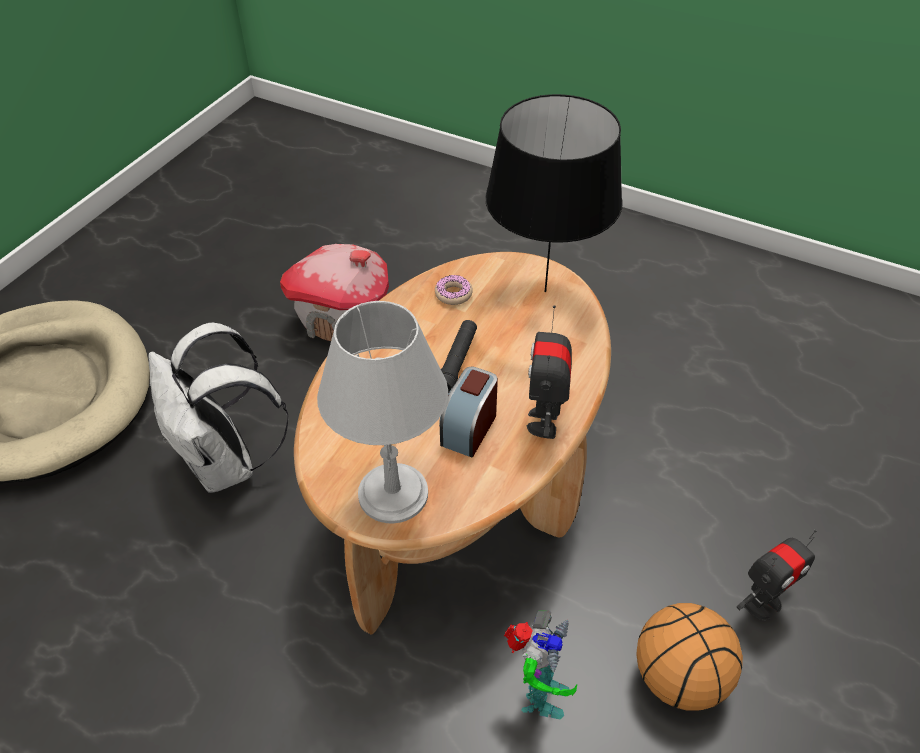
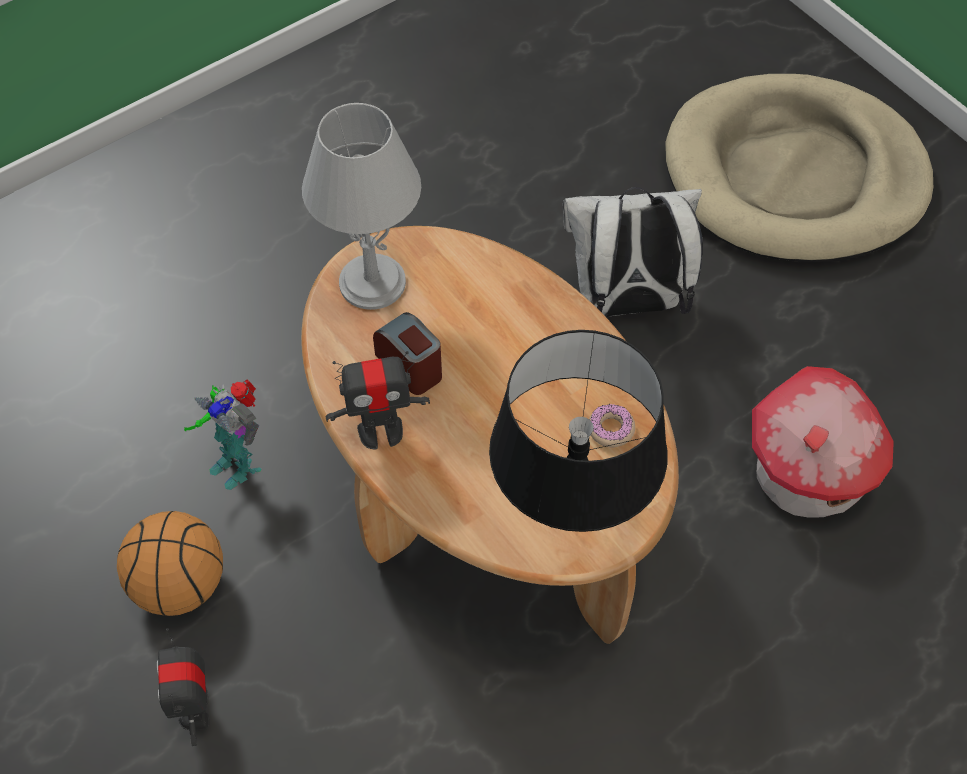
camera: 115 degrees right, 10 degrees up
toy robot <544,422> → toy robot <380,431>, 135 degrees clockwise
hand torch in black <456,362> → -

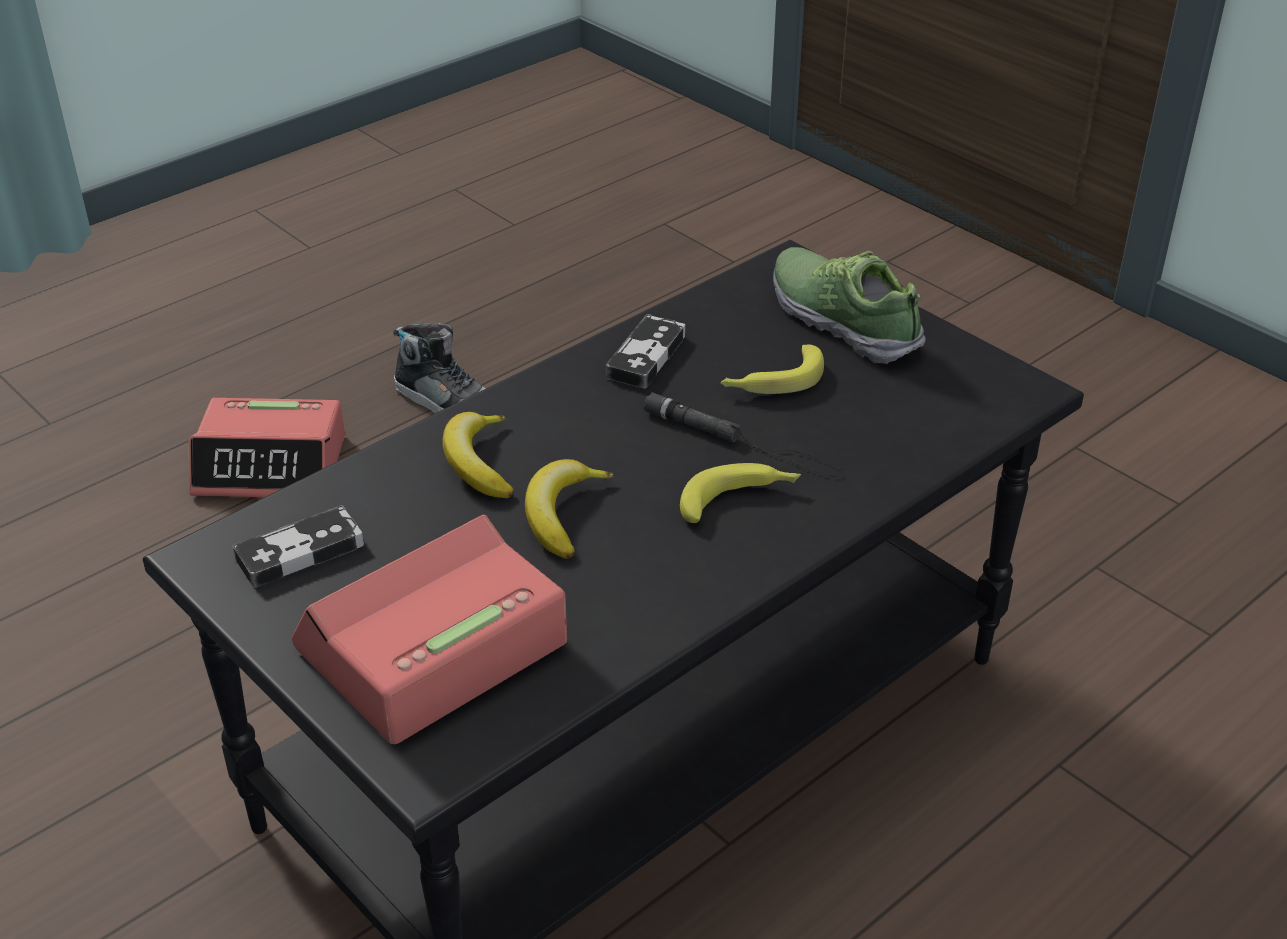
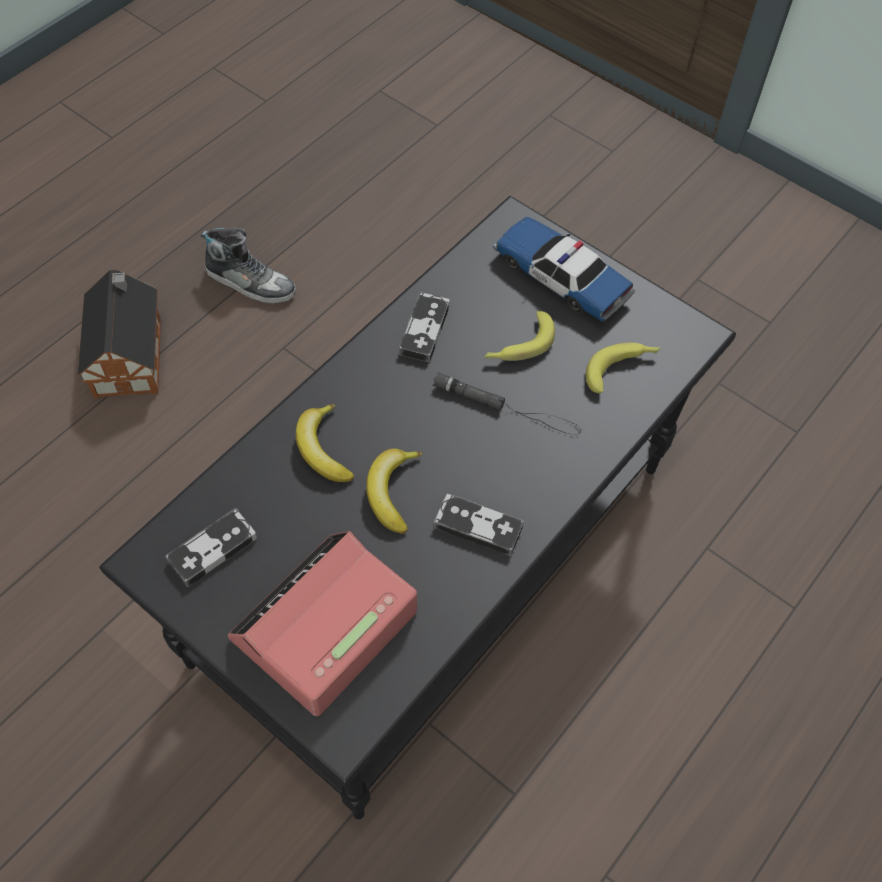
camera: 10 degrees left, 20 degrees up
item of footwear <843,320> → toy car <561,277>
alarm clock <271,465> → miniature house <129,353>
banana fruit <739,500> → banana fruit <621,368>, moved
- → gamepad <478,527>

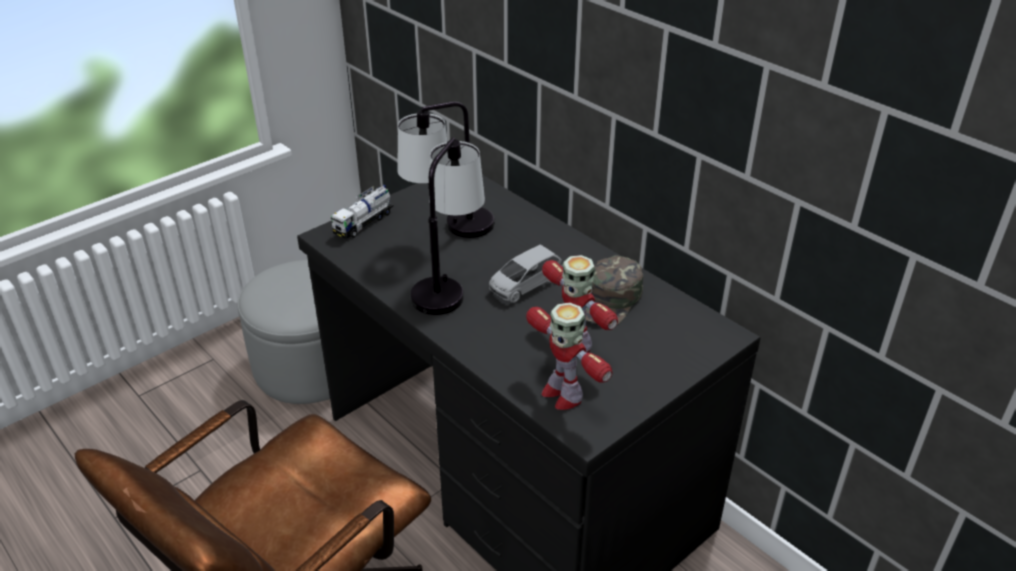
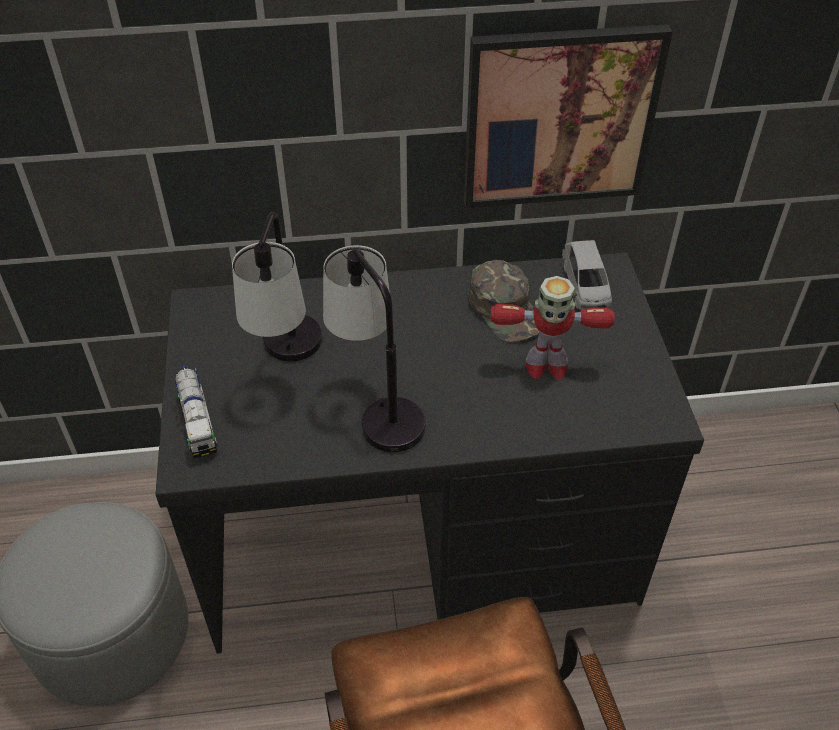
camera: 55 degrees left, 10 degrees up
toy car in grey <525,285> → toy car in grey <585,286>, moved
toy robot <562,394> → -
- → wall picture <559,117>

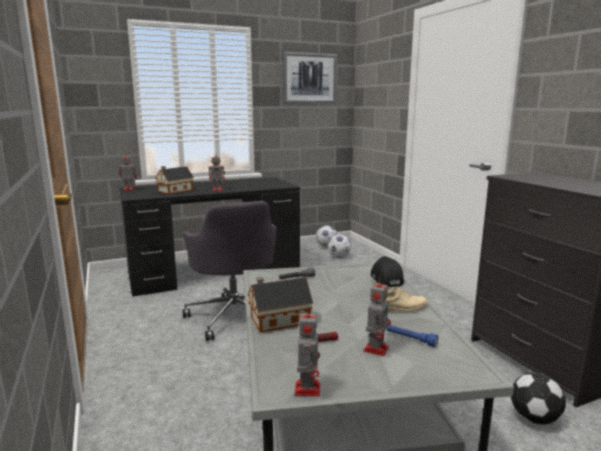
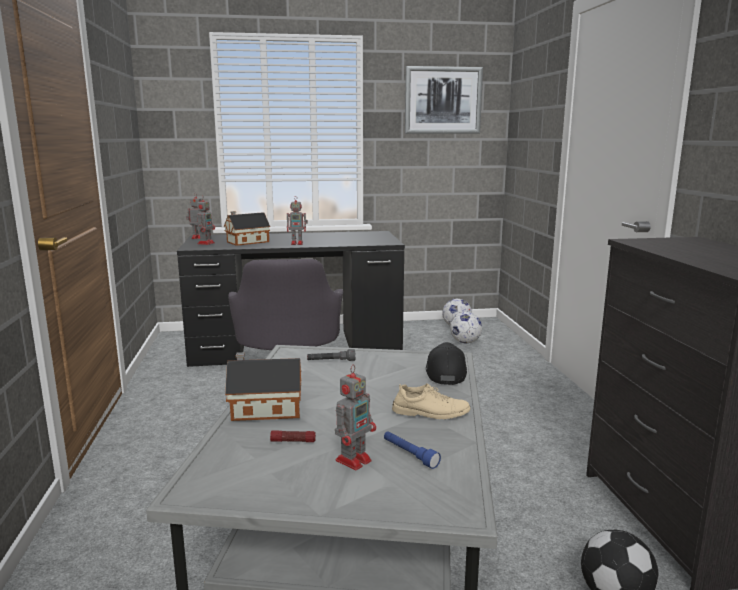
camera: 15 degrees right, 0 degrees up
toy robot <307,388> → toy robot <206,243>, moved

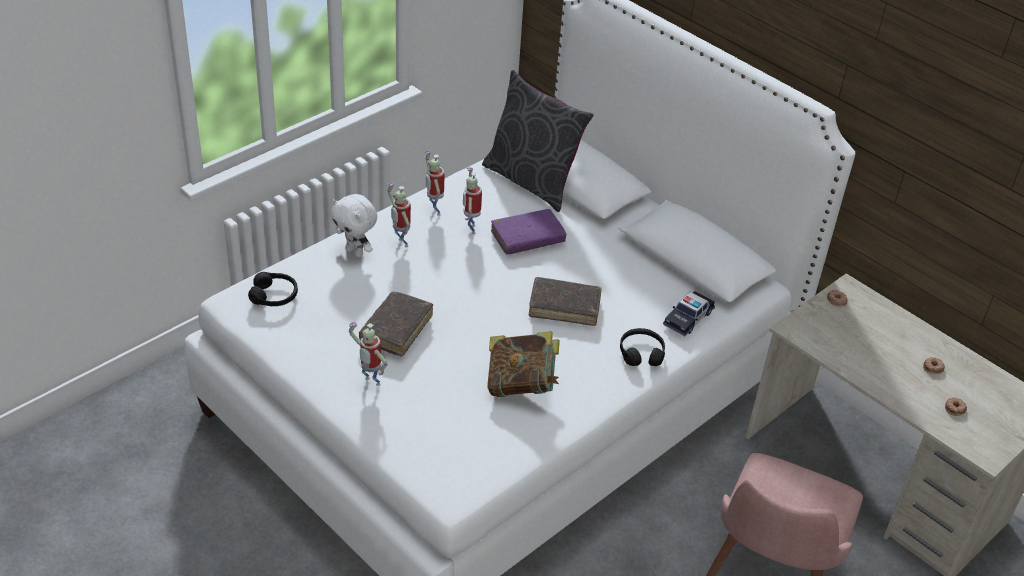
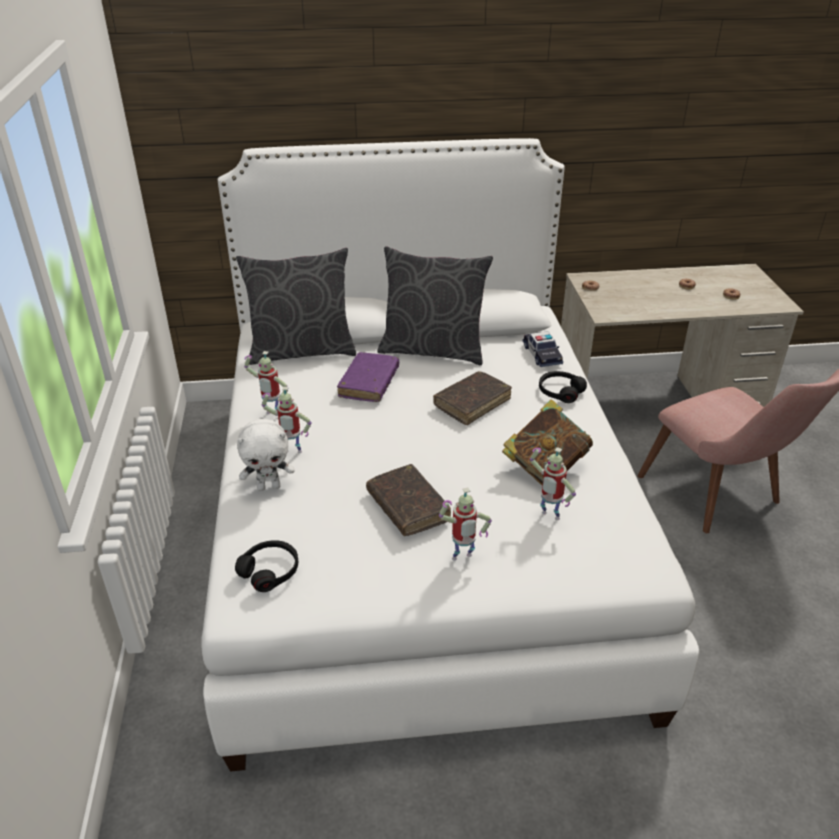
camera: 50 degrees left, 5 degrees down
toy robot <470,229> → toy robot <548,517>, moved
- → throw pillow in grey <433,350>

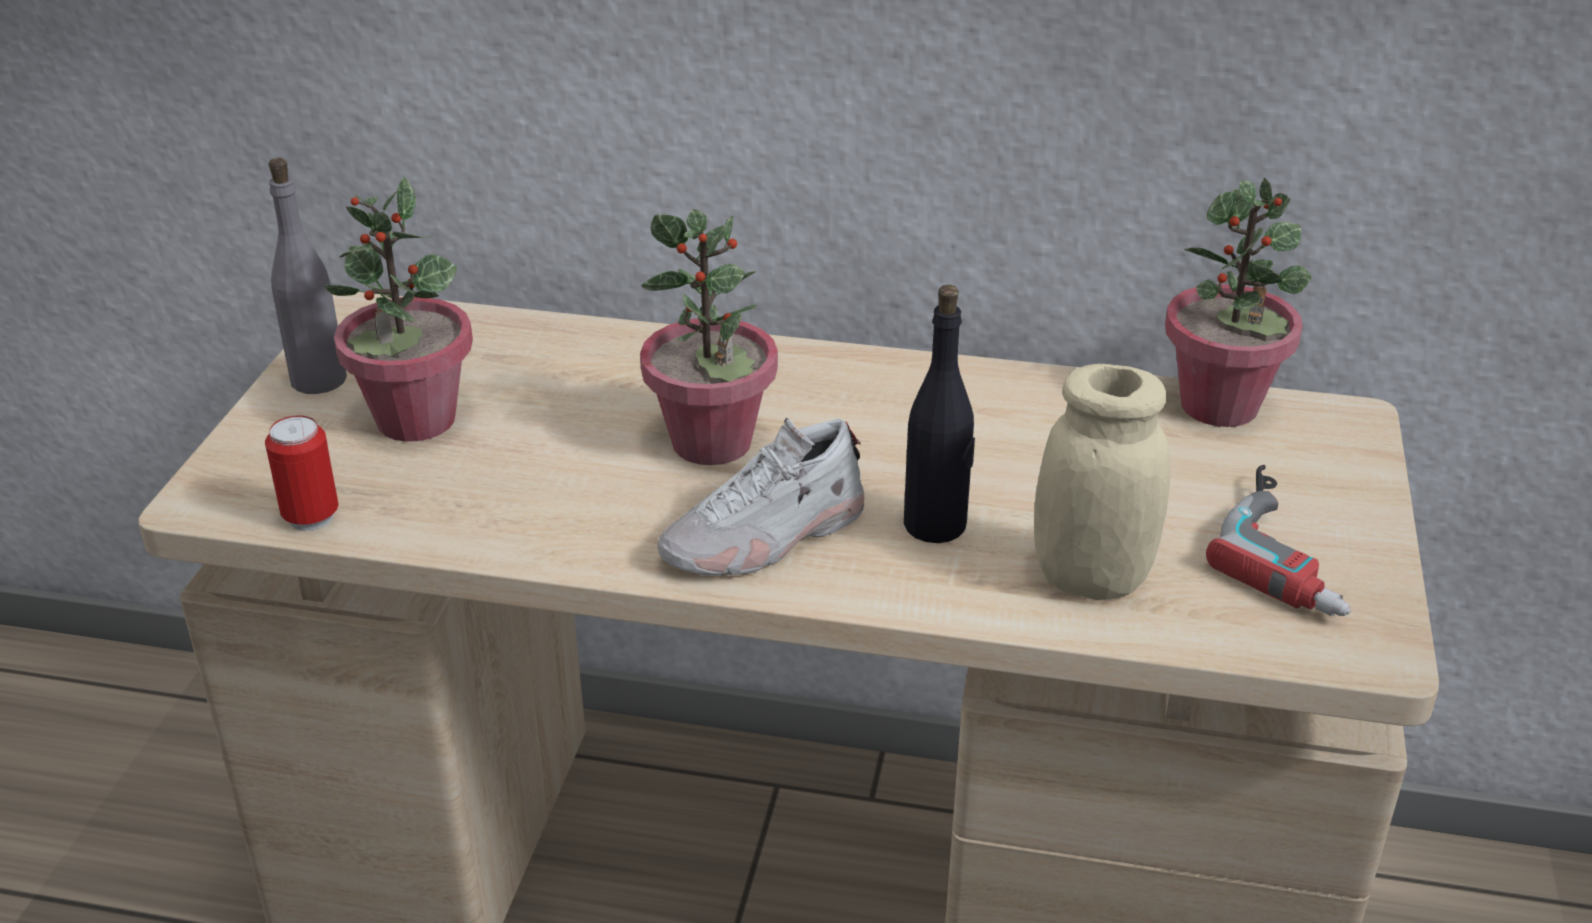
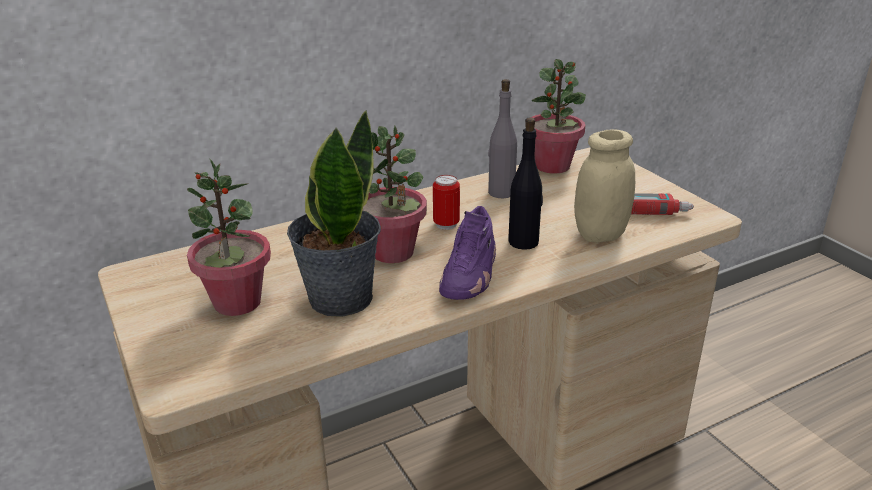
camera: 40 degrees left, 5 degrees down
drink bottle in grey <319,379> → drink bottle in grey <501,192>, moved
sealed can <311,517> → sealed can <446,224>, moved
item of footwear in white-coloured <765,538> → item of footwear in purplish <470,275>
- → plant in a pot <339,298>

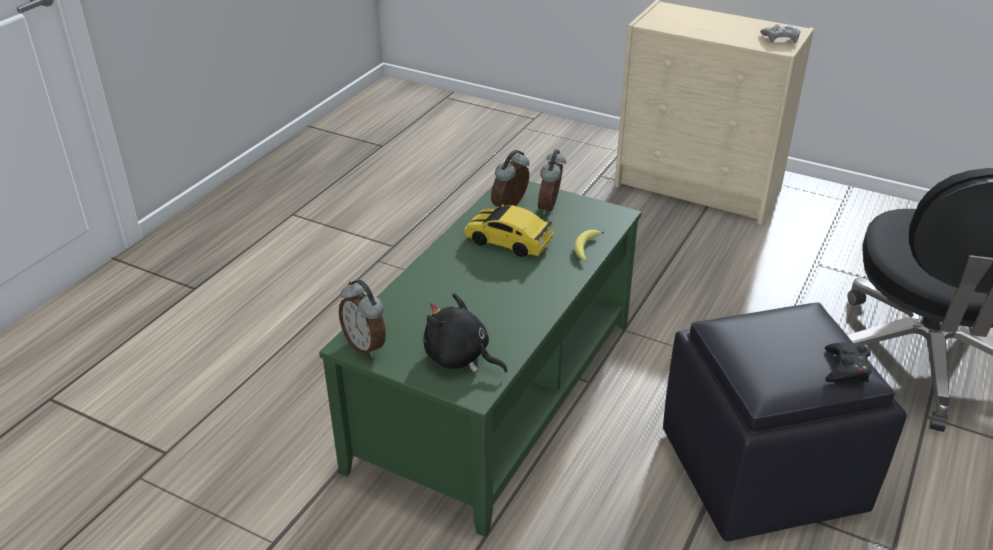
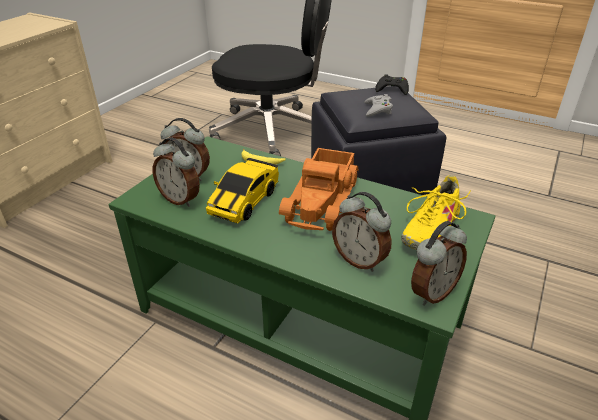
camera: 90 degrees left, 0 degrees up
gamepad in grey <781,38> → gamepad in grey <377,110>, moved
soft toy in black <460,358> → item of footwear in yellow <430,228>
- → toy lorry <323,200>
- → alarm clock <360,260>

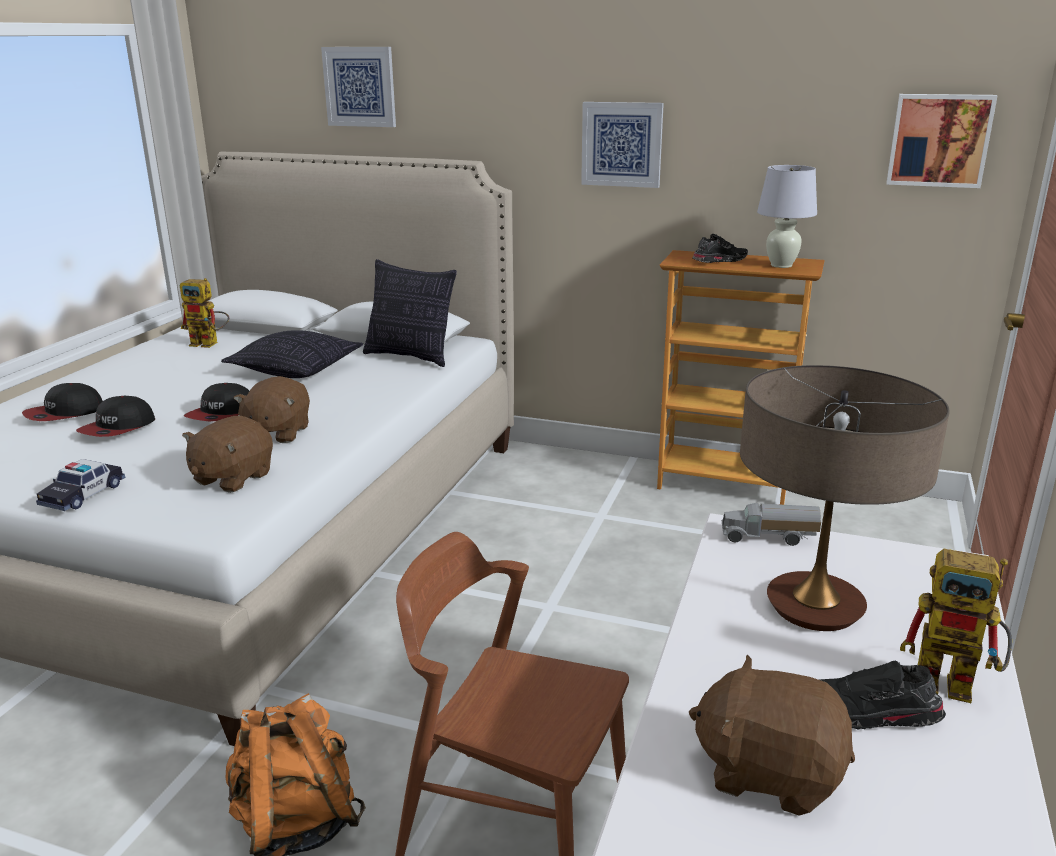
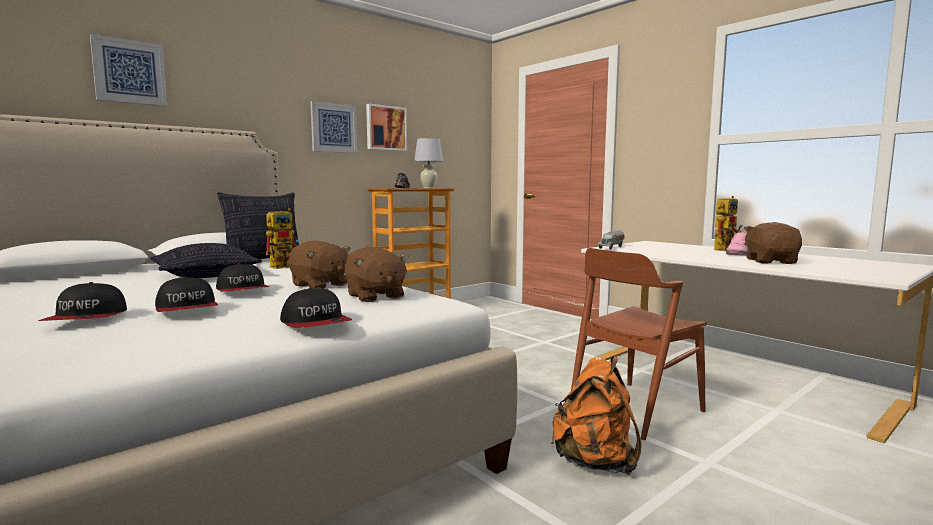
camera: 60 degrees left, 15 degrees down
wall picture <939,140> → wall picture <385,128>, moved
toy robot <210,344> → toy robot <285,266>, moved
tabletop lamp <815,607> → -
toy car <83,495> → peaked cap <316,323>
soft toy in brown-coloured <769,771> → soft toy in brown-coloured <771,261>, 135 degrees clockwise
item of footwear in black <870,714> → item of footwear in pink-coloured <739,254>

